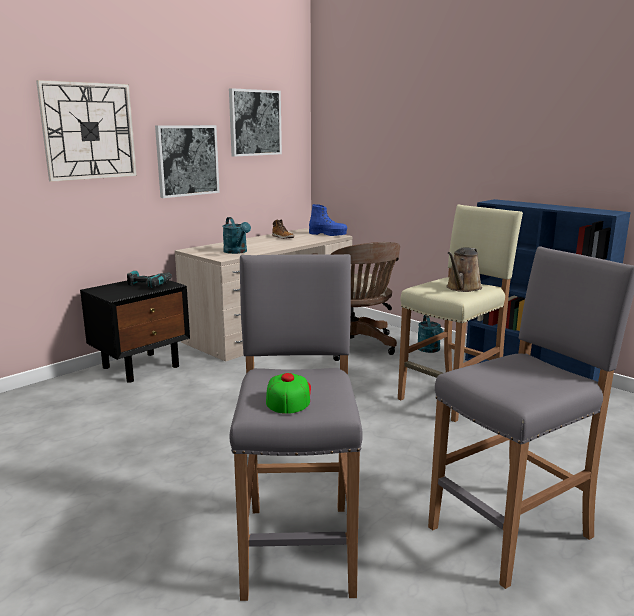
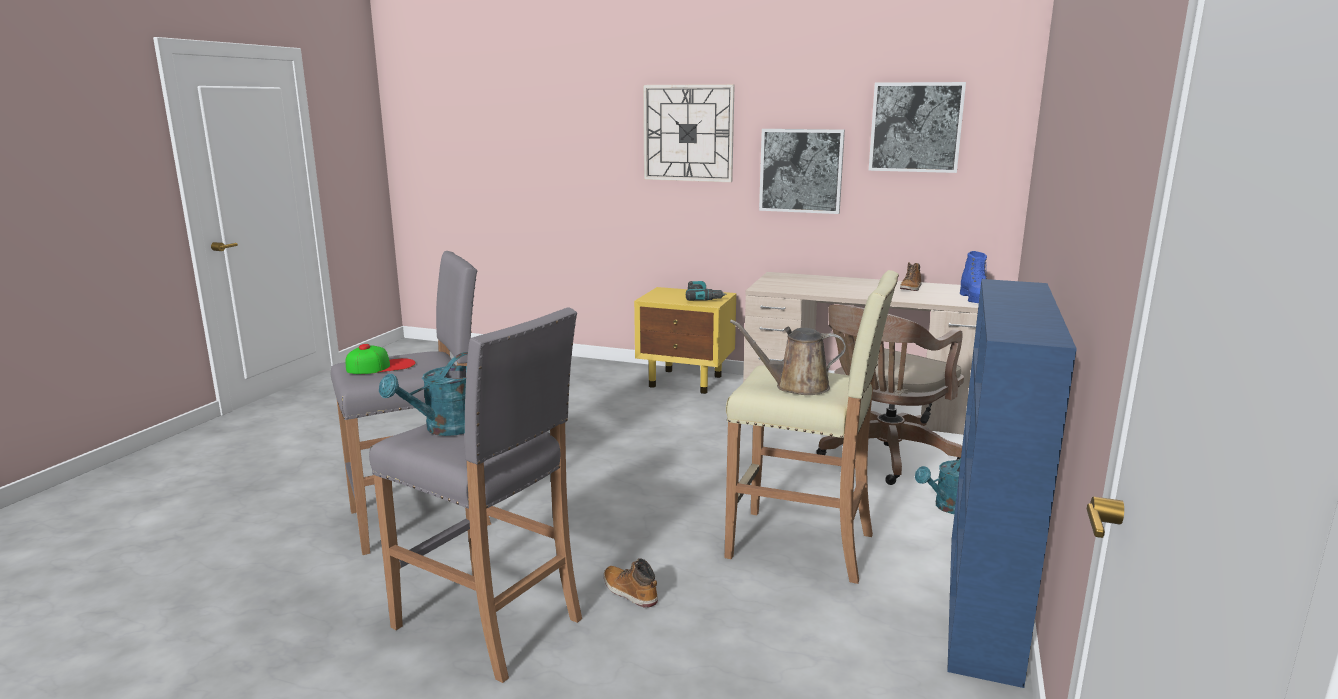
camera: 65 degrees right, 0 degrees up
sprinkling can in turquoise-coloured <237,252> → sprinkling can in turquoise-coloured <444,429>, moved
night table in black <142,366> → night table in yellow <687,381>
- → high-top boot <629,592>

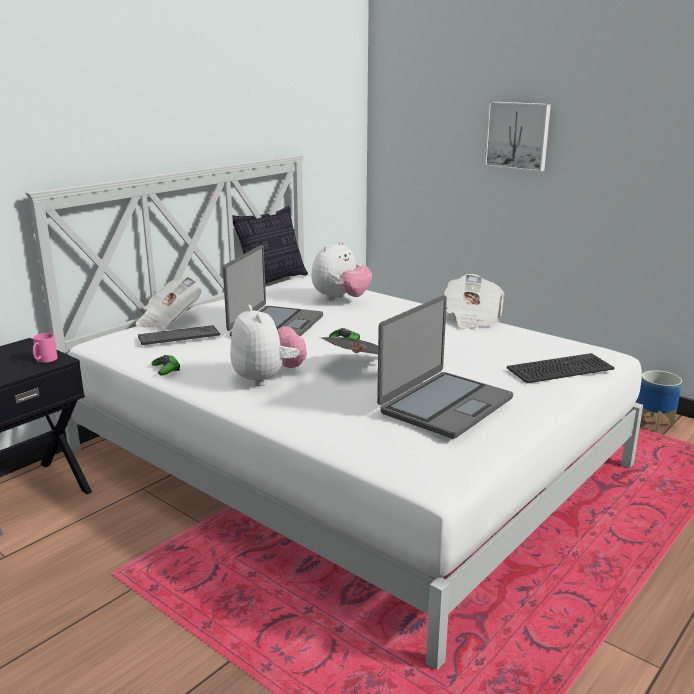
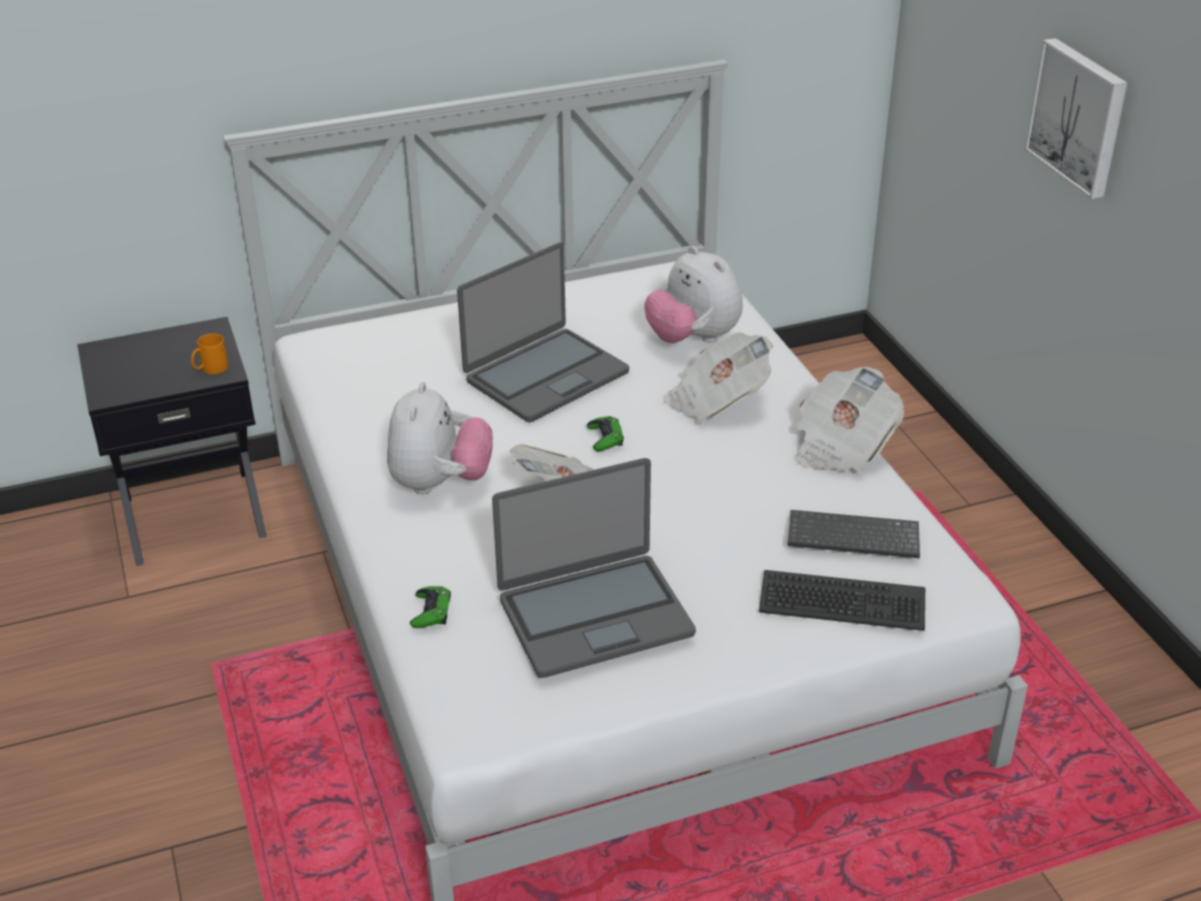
camera: 30 degrees right, 15 degrees up
throw pillow <272,281> → -
soft toy <340,299> → soft toy <693,339>, 75 degrees clockwise
daily paper <169,320> → daily paper <716,400>, moved
keyboard <178,338> → keyboard <851,539>, moved
coffee mug in pink-coloured <44,360> → coffee mug in orangey <210,369>
gamepad in green <166,369> → gamepad in green <431,612>, moved
planter <653,424> → -

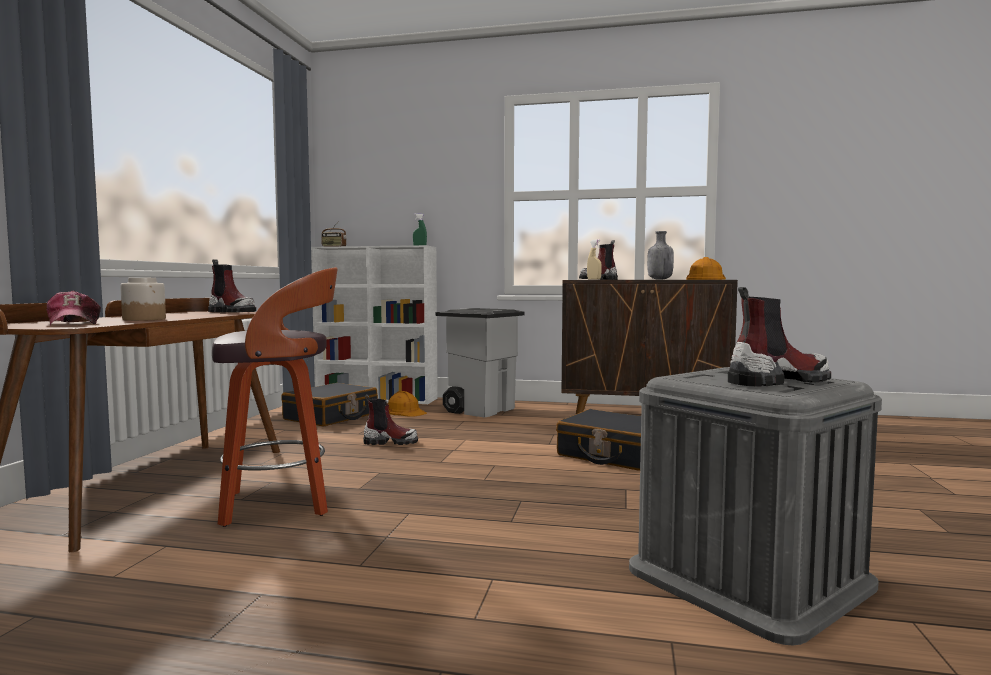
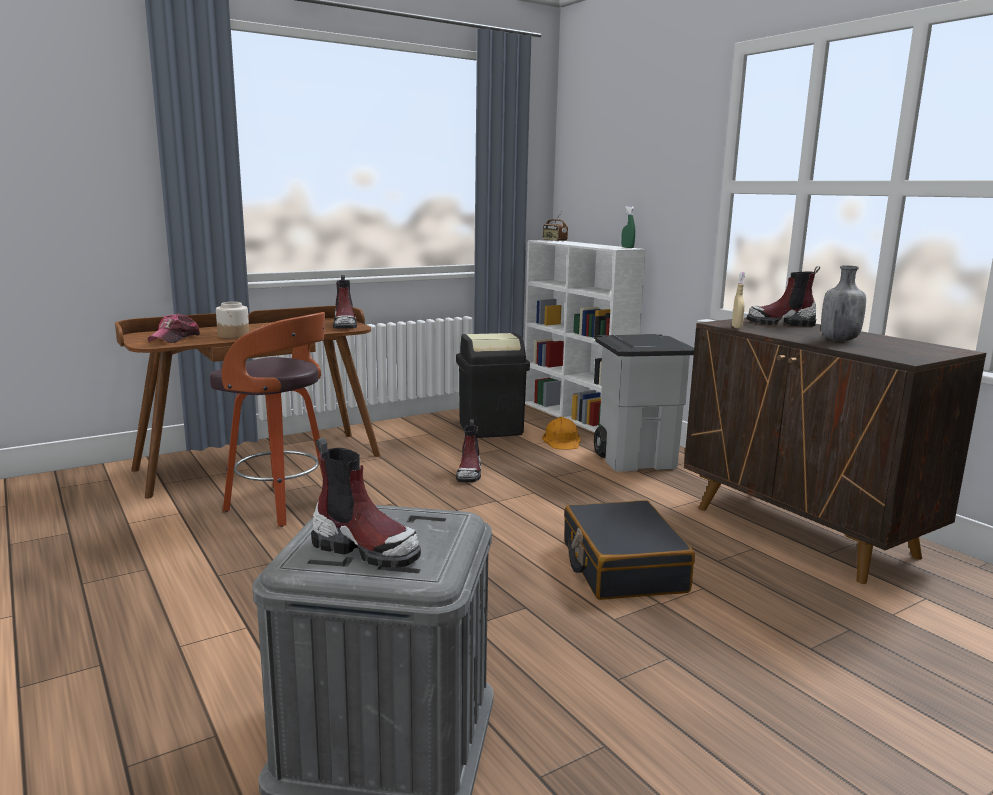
camera: 45 degrees right, 10 degrees up
hard hat in orangey <704,279> → -
piece of luggage in black <331,417> → trash can in black <490,429>
high-top boot <390,442> → high-top boot <469,474>, 45 degrees clockwise

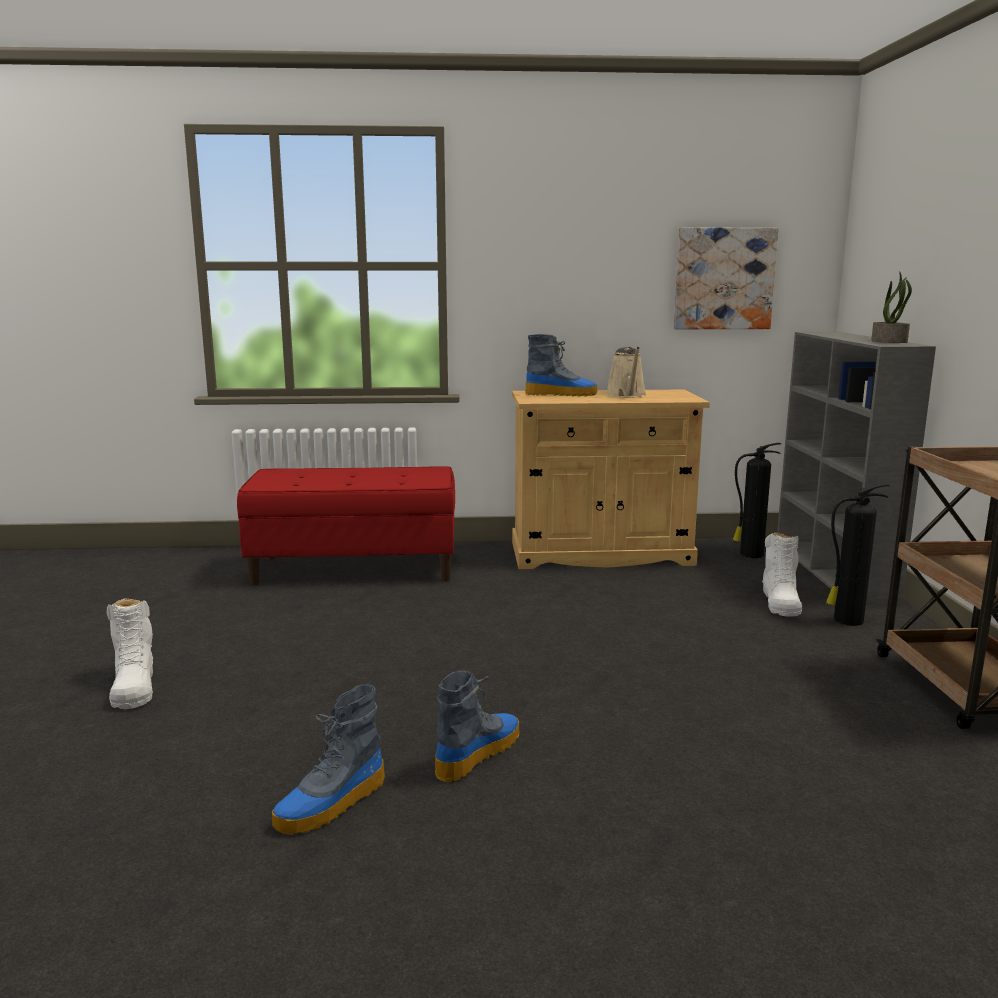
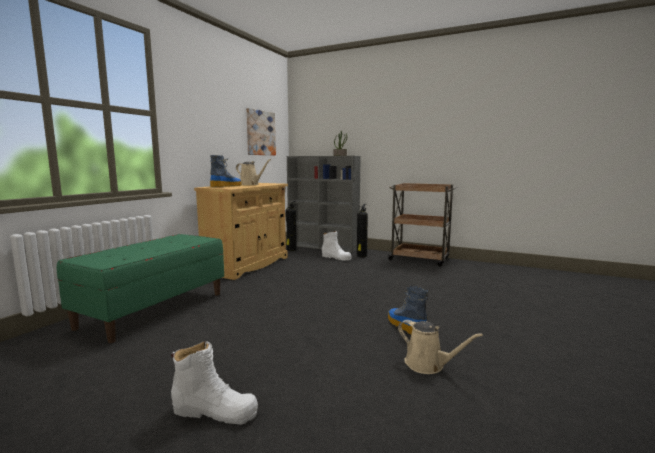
camera: 60 degrees left, 5 degrees down
indoor bench in red <355,568> → indoor bench in green <154,309>
high-top boot <331,804> → sprinkling can in beige-coloured <428,365>

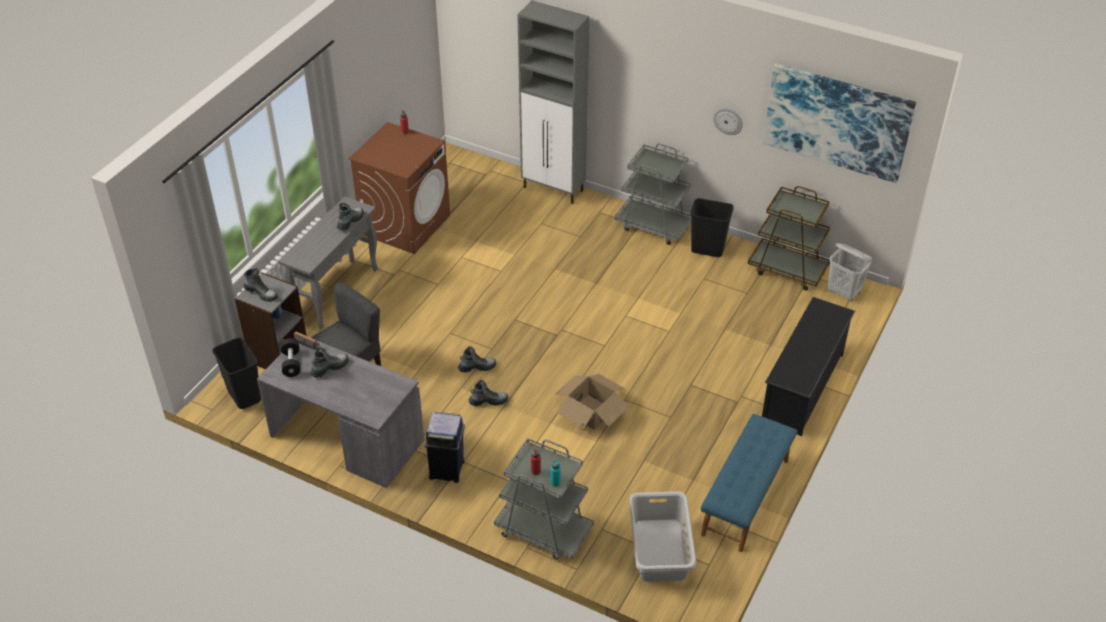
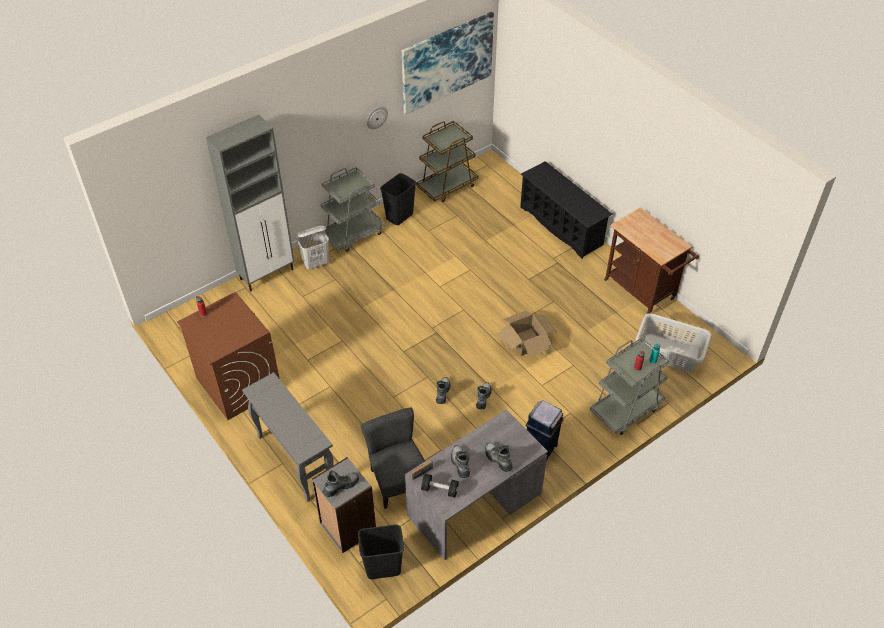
camera: 65 degrees left, 5 degrees up
high-top boot <350,222> → high-top boot <498,459>, moved
washing basket in white-coloured <844,292> → washing basket in white-coloured <316,263>, moved
indoor bench in blue-coloured <746,497> → trolley in brown-coloured <643,292>

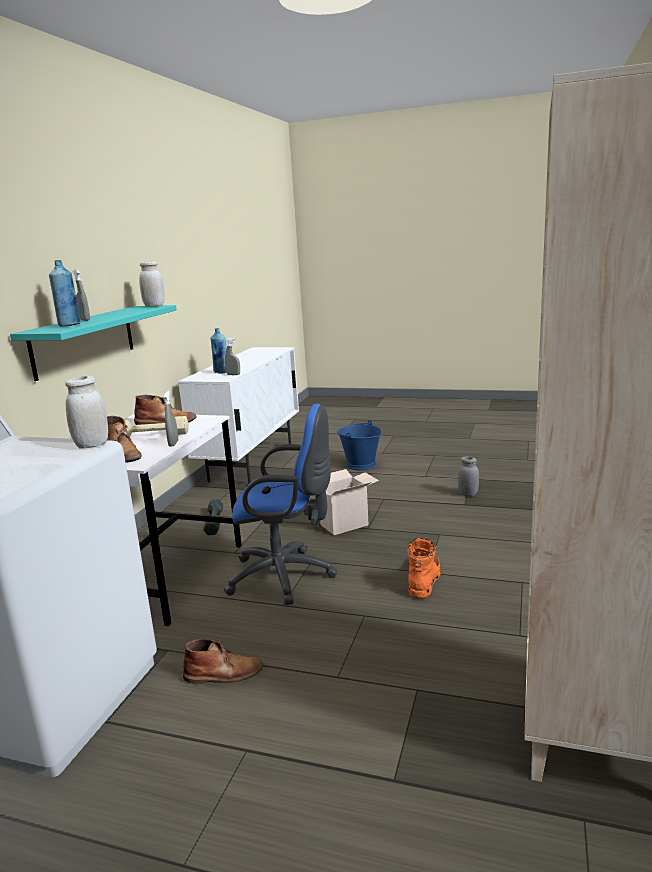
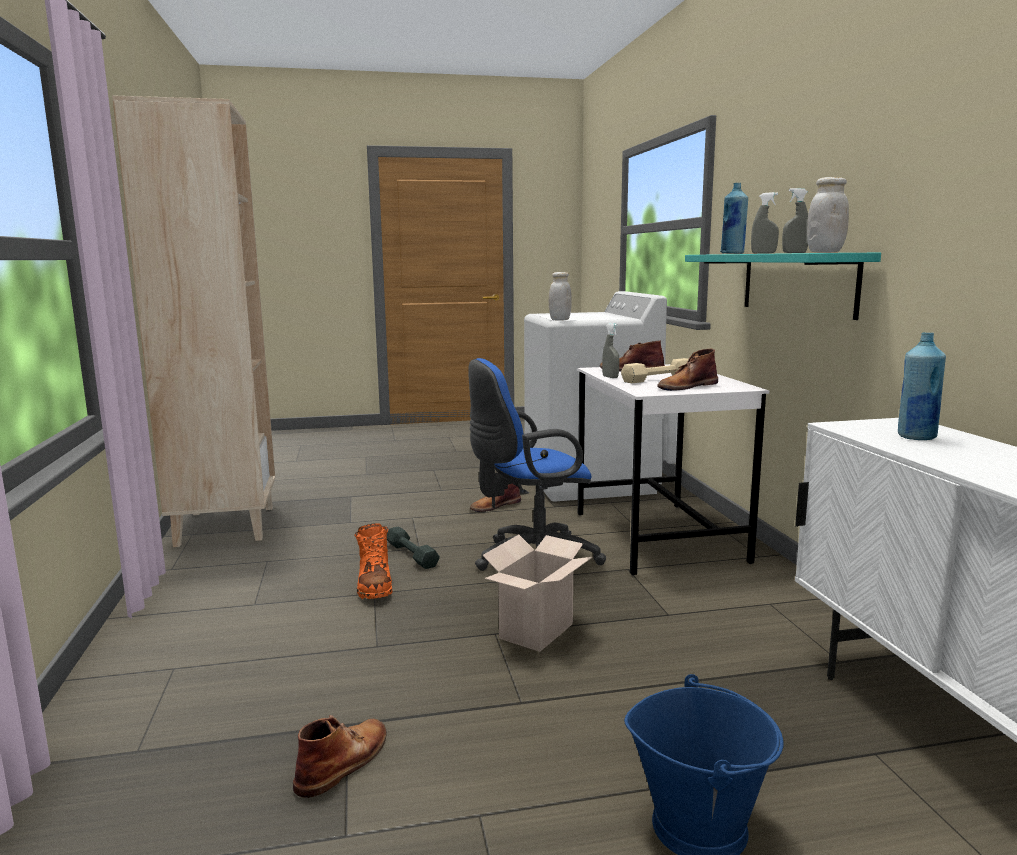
camera: 150 degrees right, 5 degrees down
sprayer in grey <233,374> → sprayer in grey <794,253>, moved
storage jar in grey <468,494> → high-top boot in brown-coloured <344,761>
hand weight in grey <214,522> → hand weight in grey <411,555>, moved

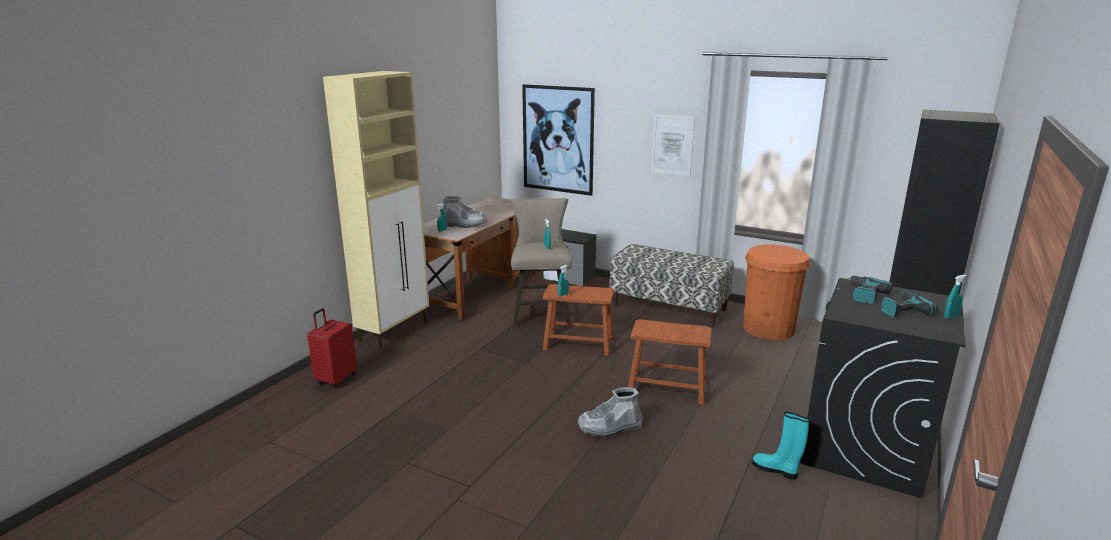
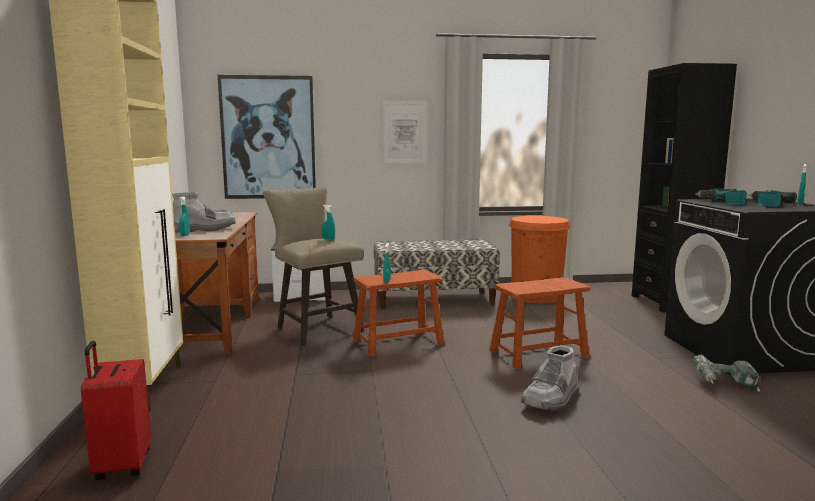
camera: 35 degrees left, 10 degrees down
high-top boot in turquoise-coloured <776,470> → electric drill <725,385>

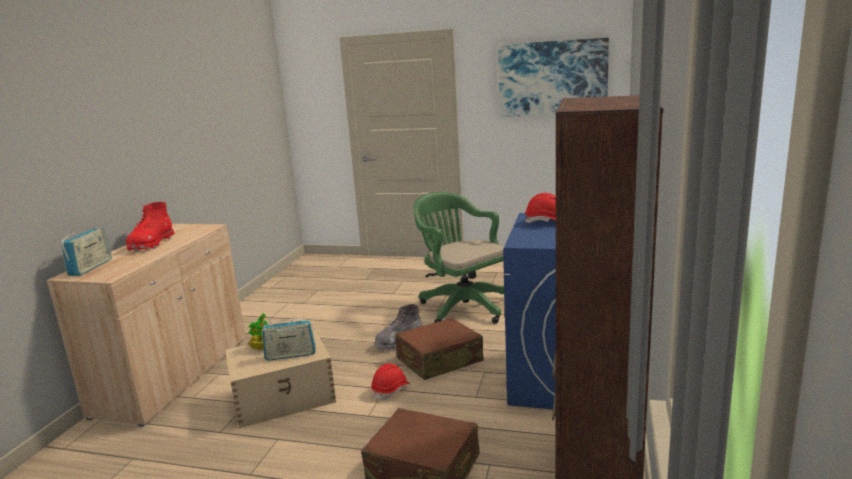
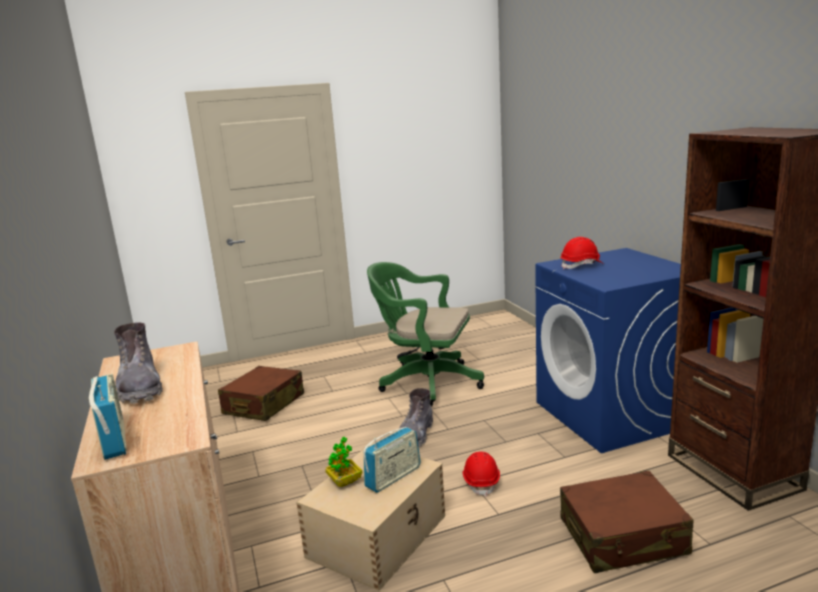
camera: 35 degrees left, 0 degrees up
wall picture <552,78> → -
high-top boot in red <151,244> → high-top boot in grey <140,388>
piece of luggage in brown-coloured <439,360> → piece of luggage in brown-coloured <263,404>, moved

